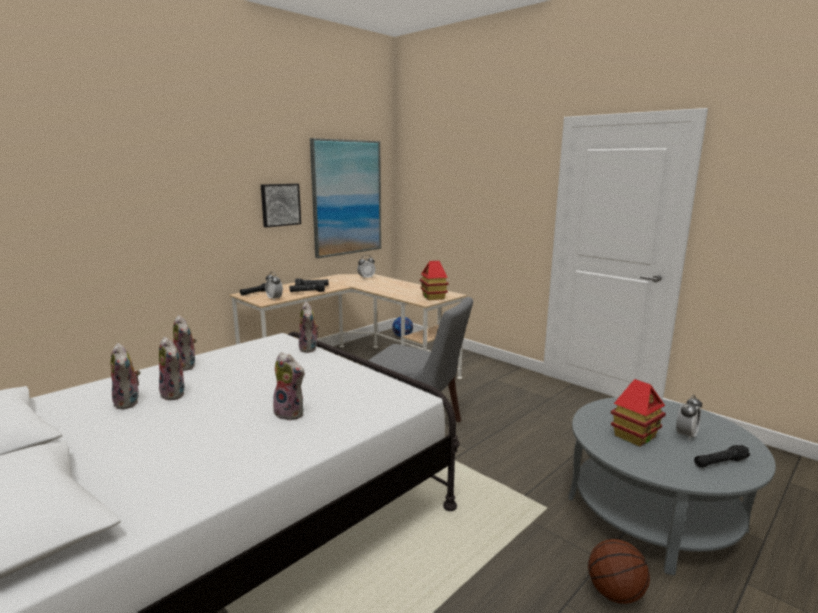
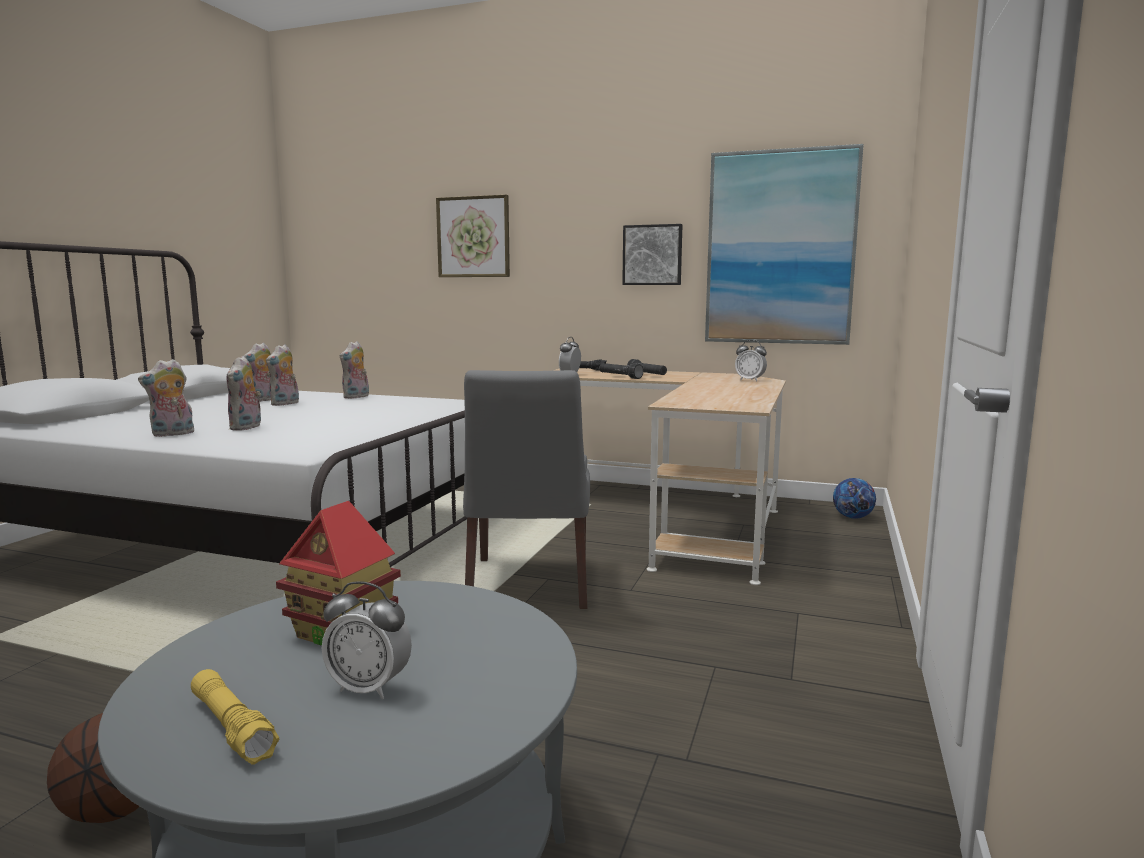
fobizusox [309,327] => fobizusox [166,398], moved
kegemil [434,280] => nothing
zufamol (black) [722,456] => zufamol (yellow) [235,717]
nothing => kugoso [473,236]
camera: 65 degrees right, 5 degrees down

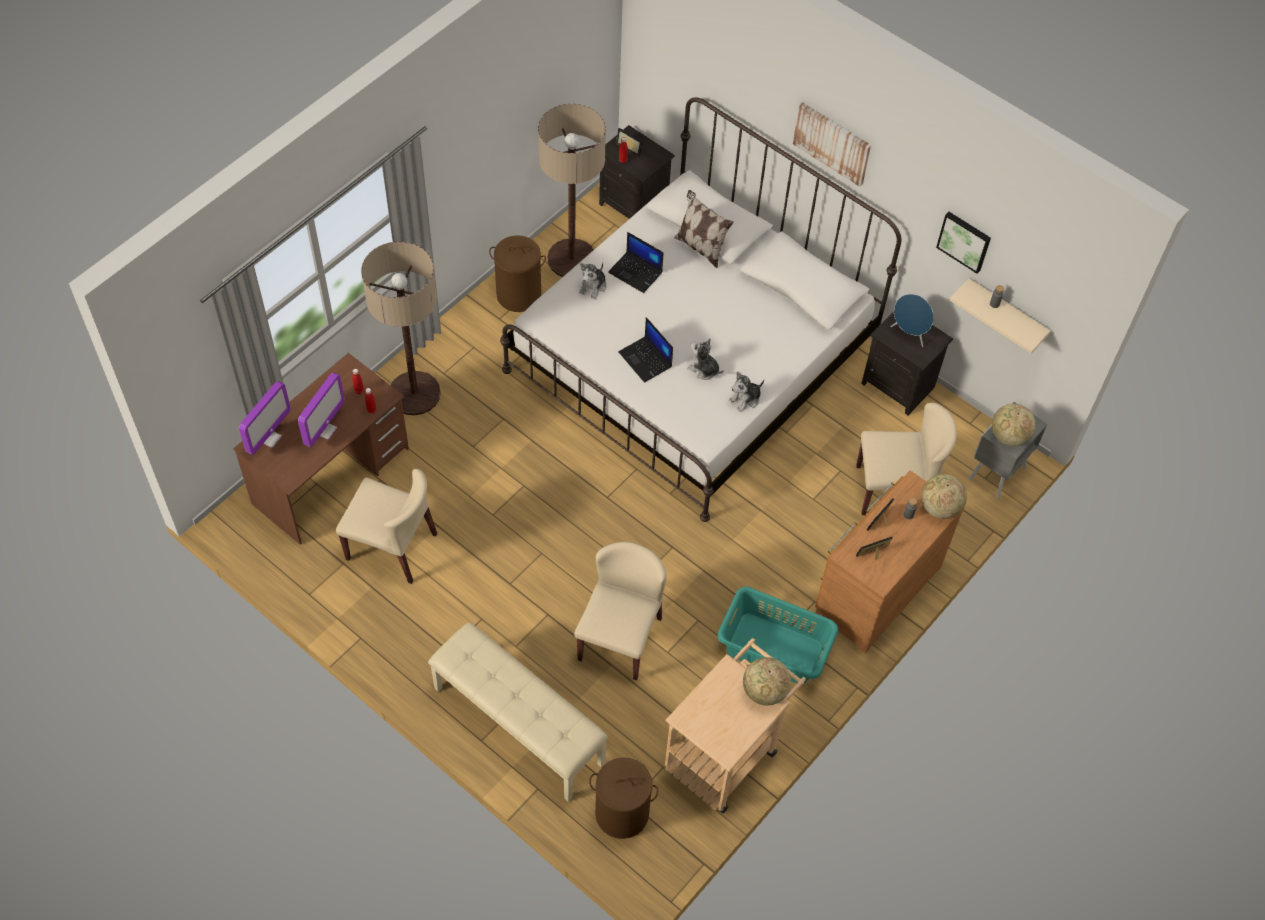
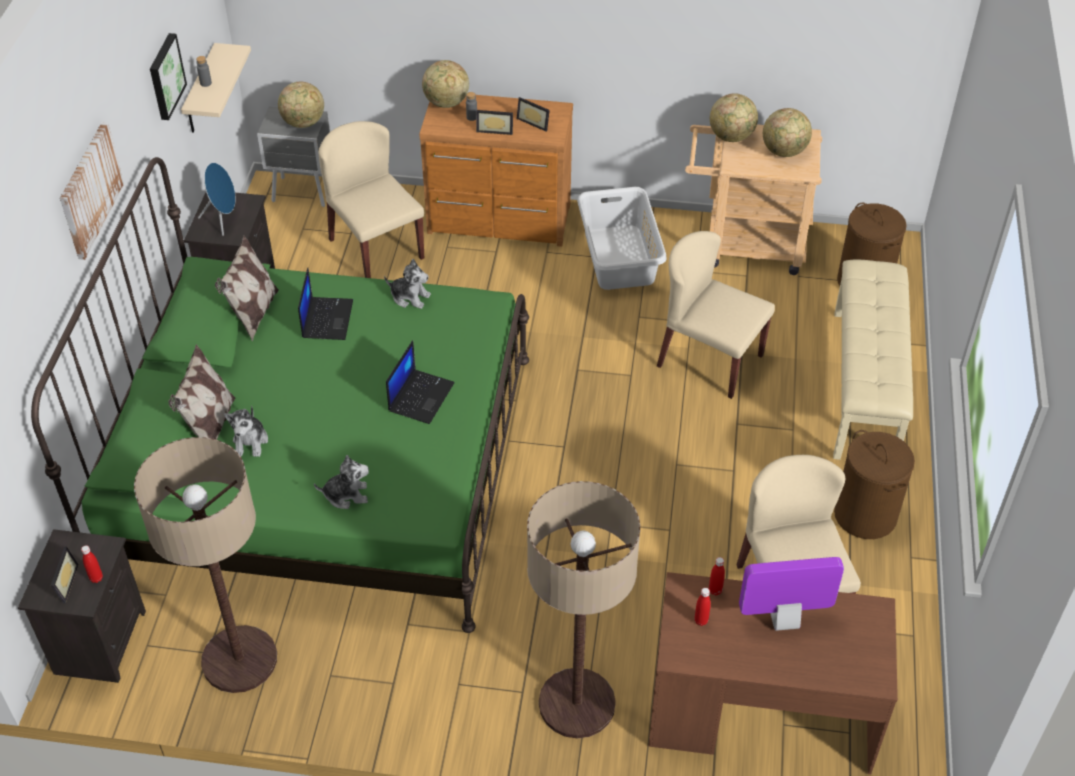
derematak [265,418] => nothing
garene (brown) [517,273] => garene (brown) [874,484], moved
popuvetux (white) [701,309] => popuvetux (green) [280,395]
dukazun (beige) [620,611] => dukazun (beige) [716,315], 45 degrees clockwise
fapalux [635,262] => fapalux [325,304], moved
fobizusox [705,359] => fobizusox [246,431], moved
garene (turquoise) [778,635] => garene (grey) [621,238]
nothing => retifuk [246,288]
nothing => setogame [787,132]
camera: 120 degrees left, 10 degrees down

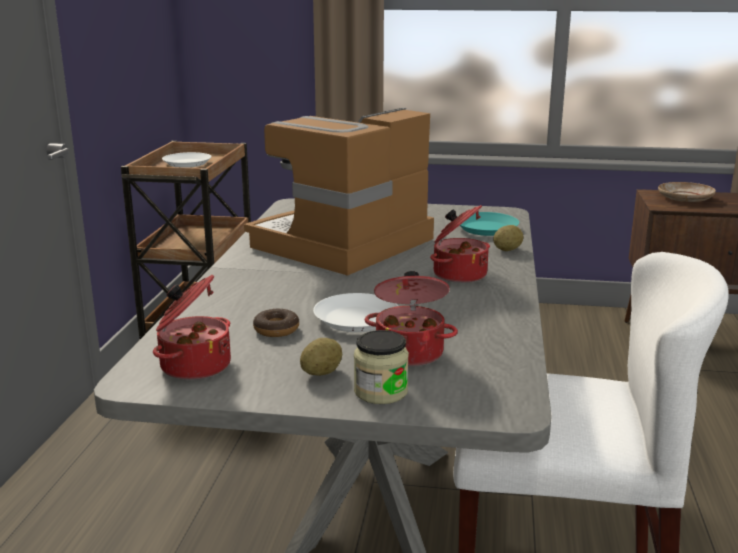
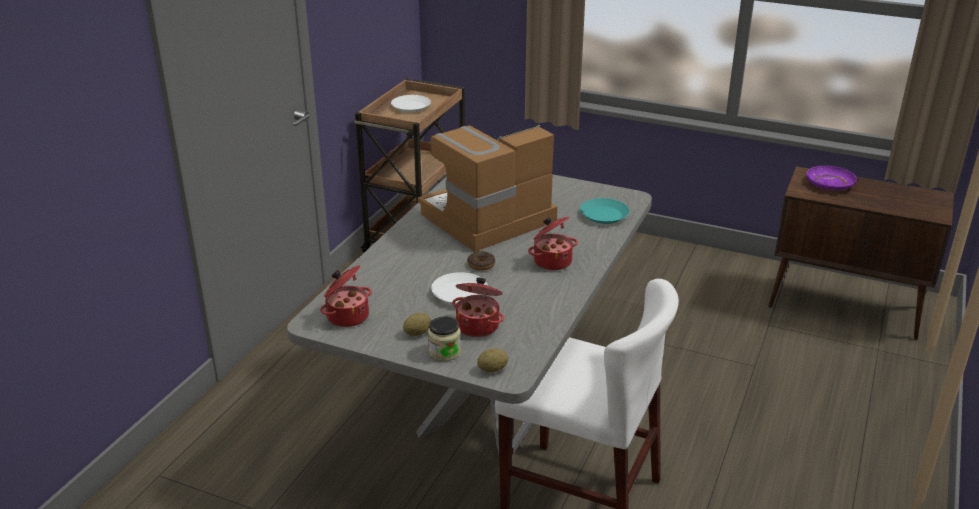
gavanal [276,322] => gavanal [481,261], moved
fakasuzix [508,238] => fakasuzix [492,360], moved
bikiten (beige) [687,192] => bikiten (purple) [831,178]
camera: 15 degrees right, 10 degrees up

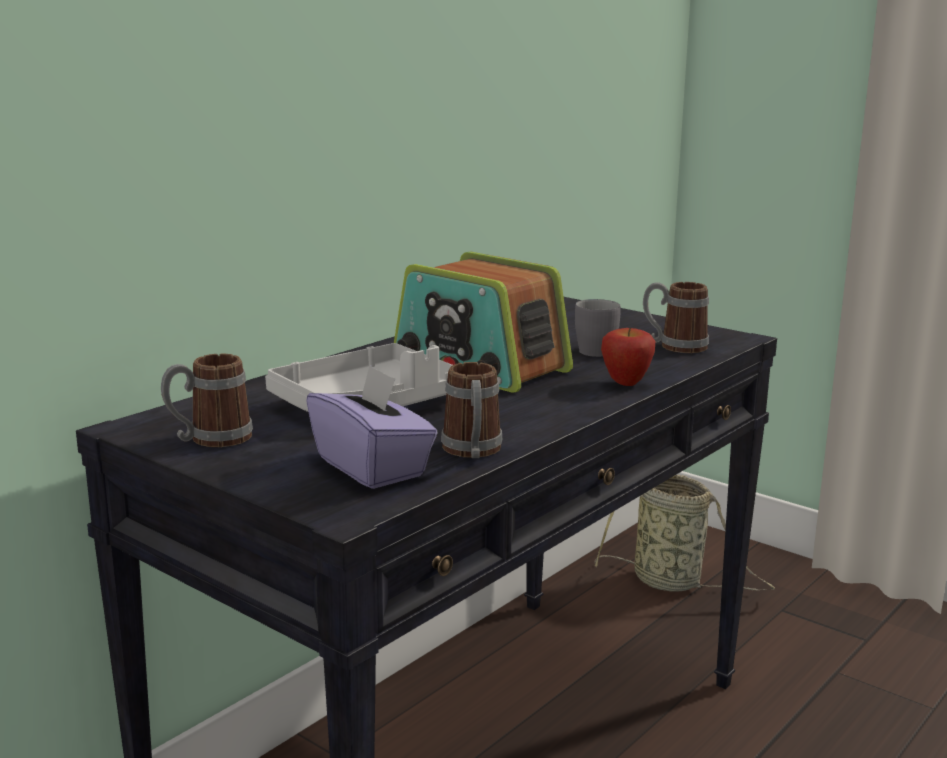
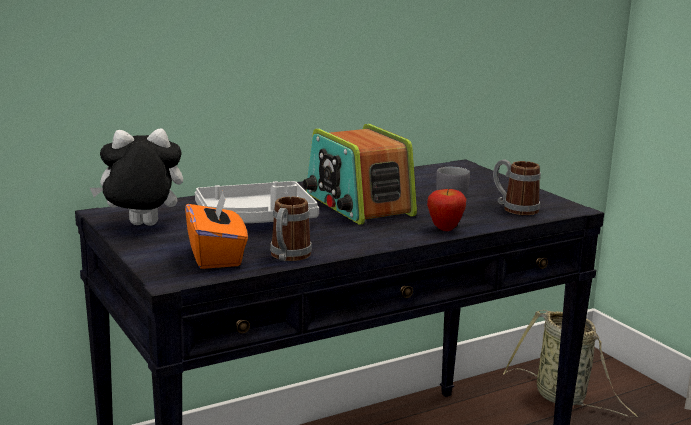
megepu [207,400] => fobizusox [136,177]
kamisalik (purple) [372,427] => kamisalik (orange) [216,230]
camera: 20 degrees right, 0 degrees up

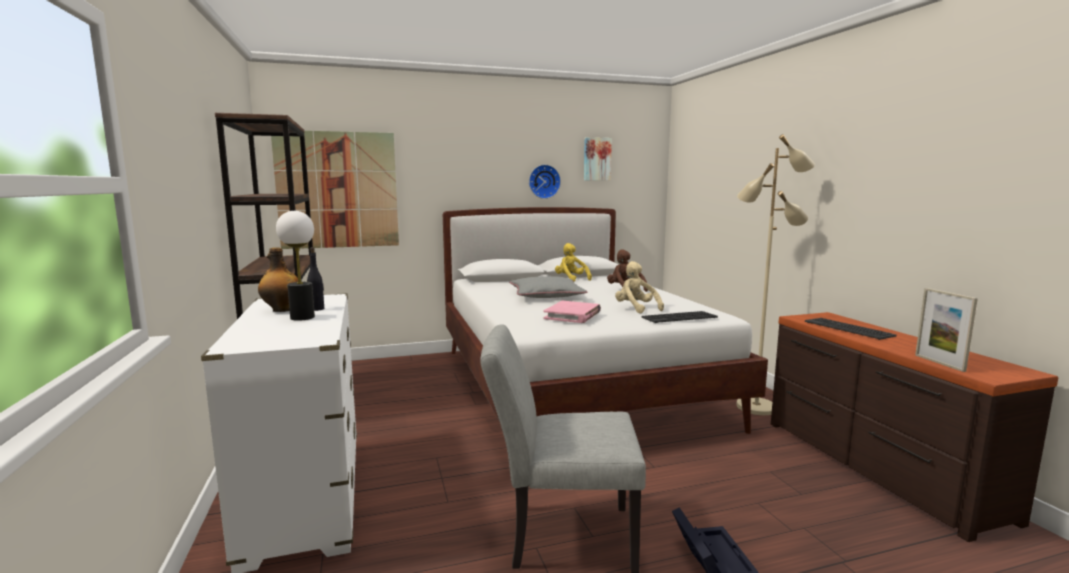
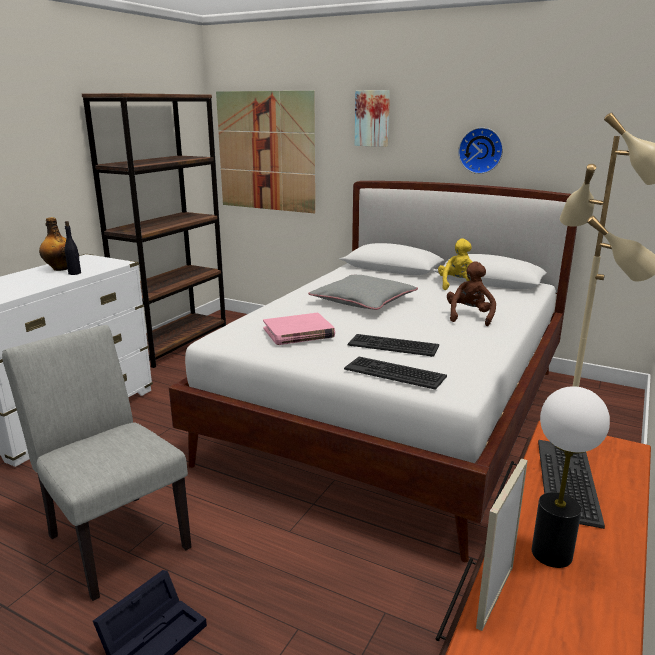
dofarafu [295,266] => dofarafu [571,477], moved
kugoso [598,159] => kugoso [372,118], moved
fobizusox (beige) [639,287] => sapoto [393,345]
camera: 45 degrees right, 10 degrees up

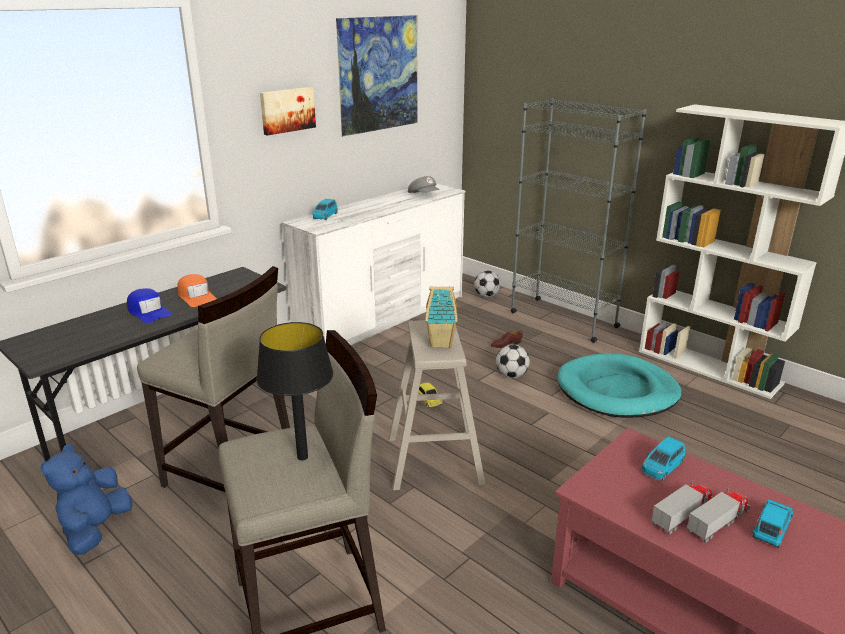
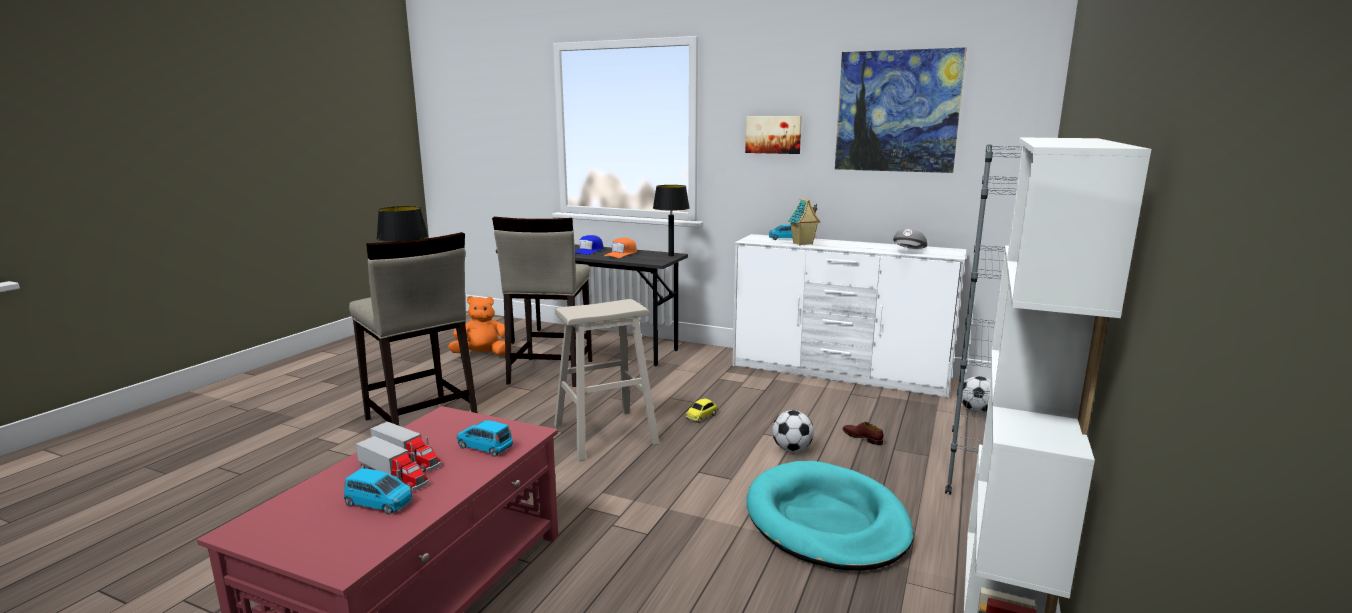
fobizusox (blue) [86,499] => fobizusox (orange) [480,325]
kegemil [441,317] => kegemil [804,221], moved
nothing => dofarafu (black) [671,220]
camera: 70 degrees right, 10 degrees down

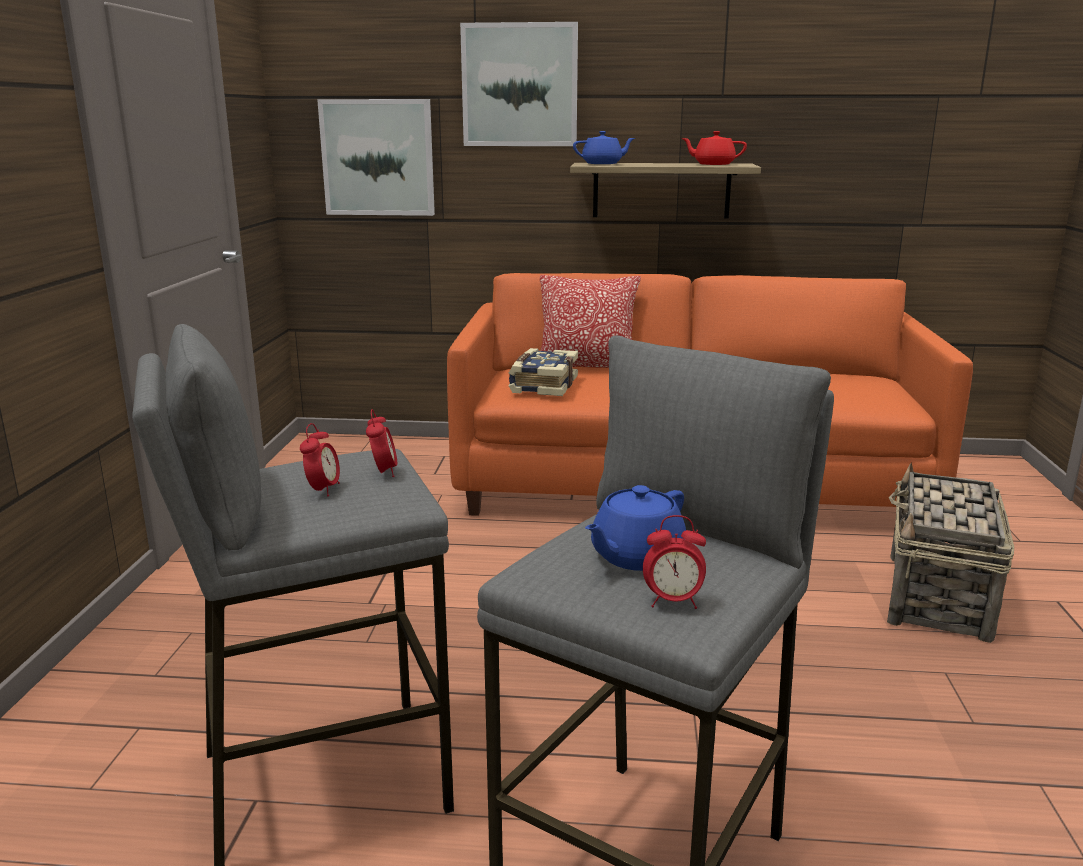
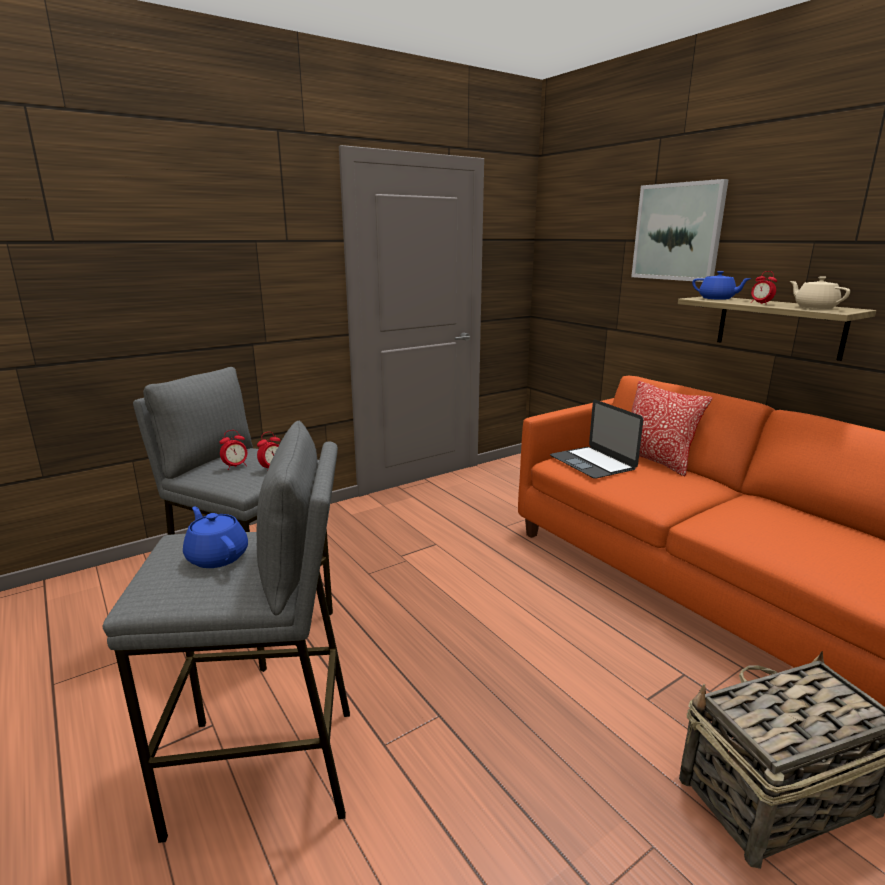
kugoso [376,157] => nothing
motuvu [543,372] => fapalux [596,439]
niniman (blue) [635,528] => niniman (blue) [215,537], 45 degrees clockwise
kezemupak [674,562] => kezemupak [764,287], moved
niniman (red) [714,148] => niniman (beige) [820,292]
camera: 50 degrees right, 0 degrees up

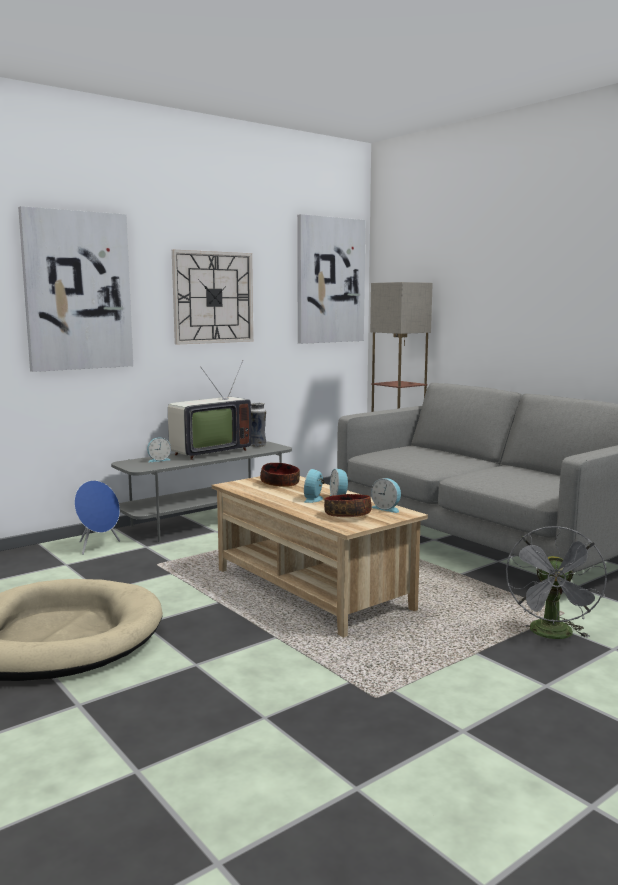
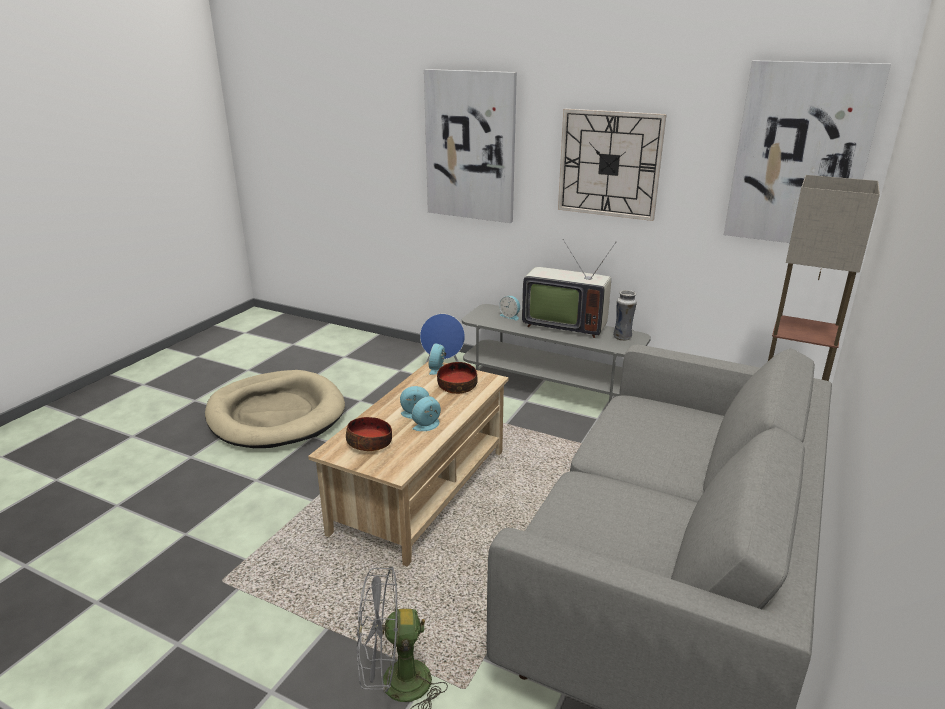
kezemupak [386,495] => kezemupak [437,359], moved
camera: 65 degrees right, 15 degrees up

